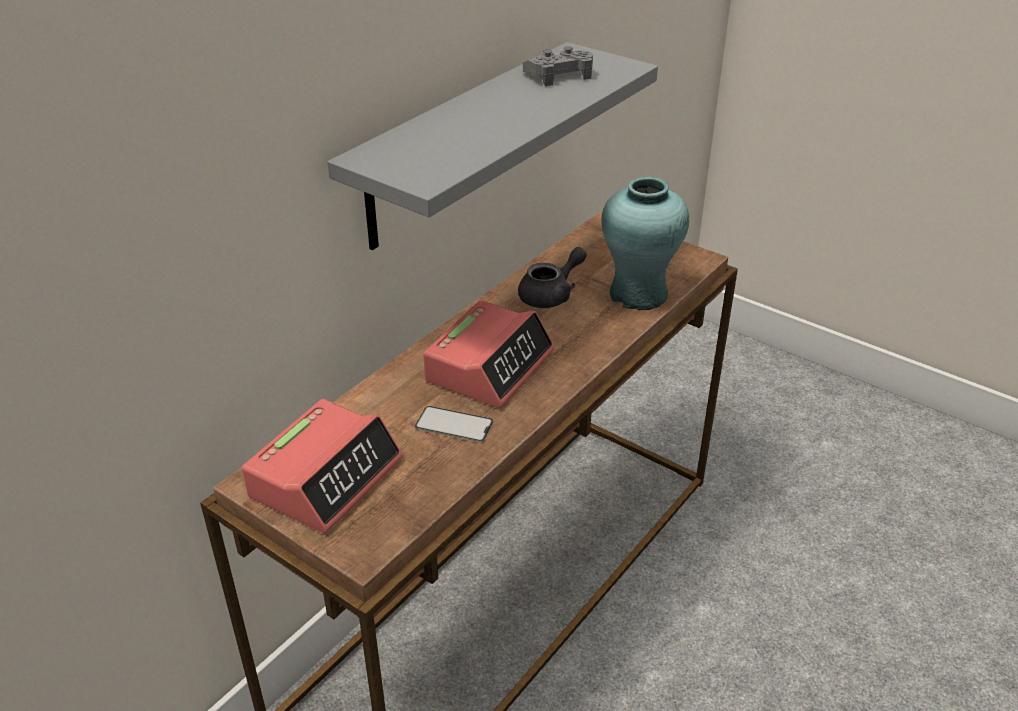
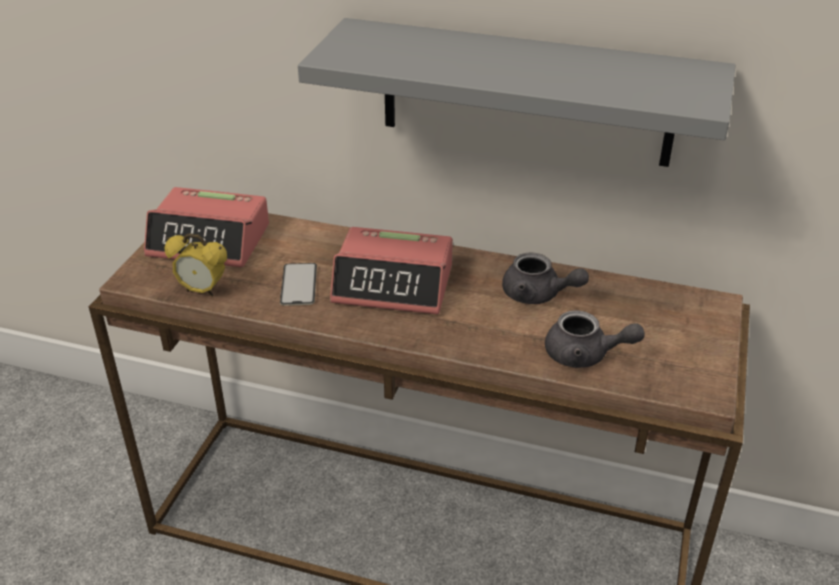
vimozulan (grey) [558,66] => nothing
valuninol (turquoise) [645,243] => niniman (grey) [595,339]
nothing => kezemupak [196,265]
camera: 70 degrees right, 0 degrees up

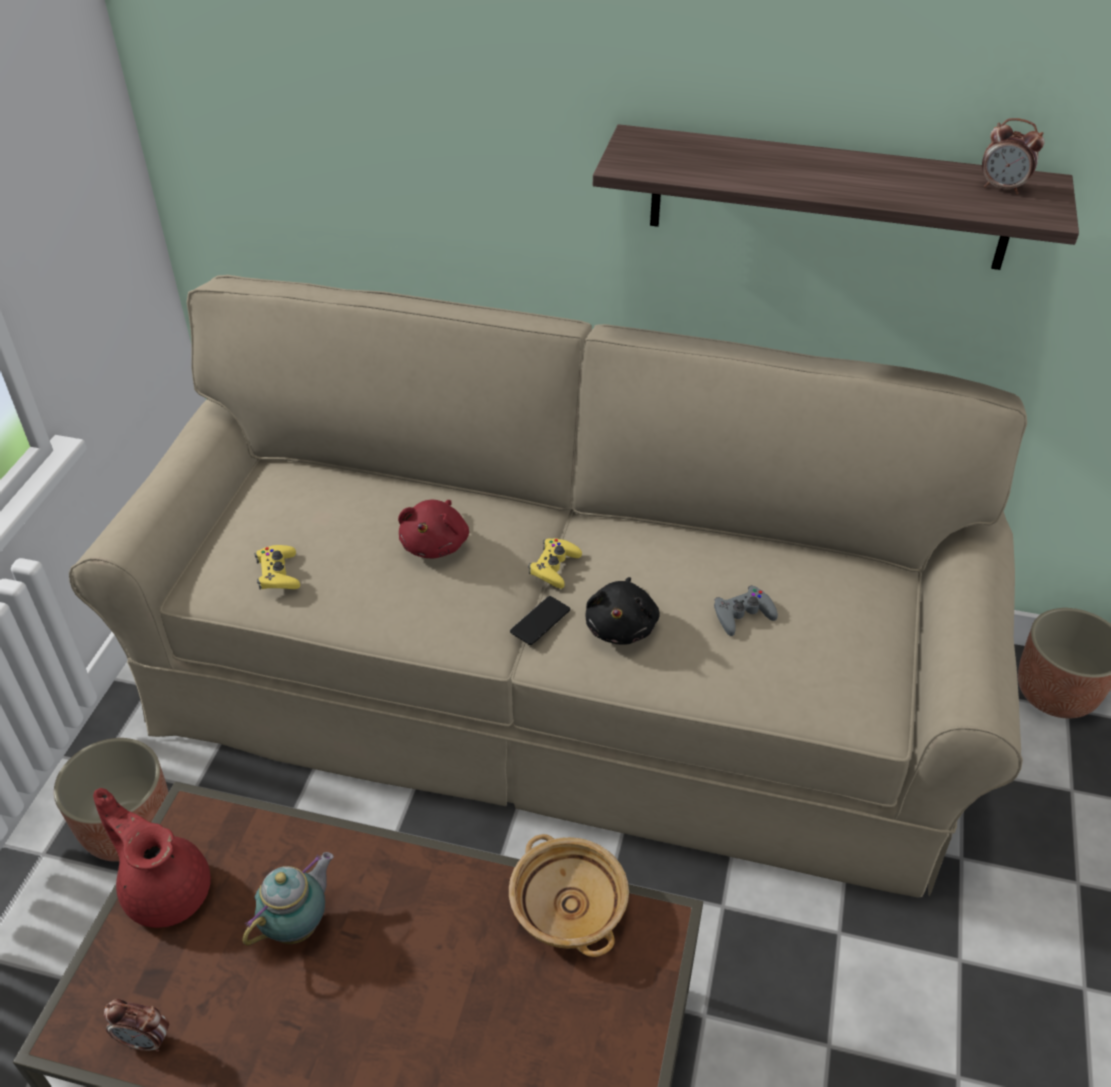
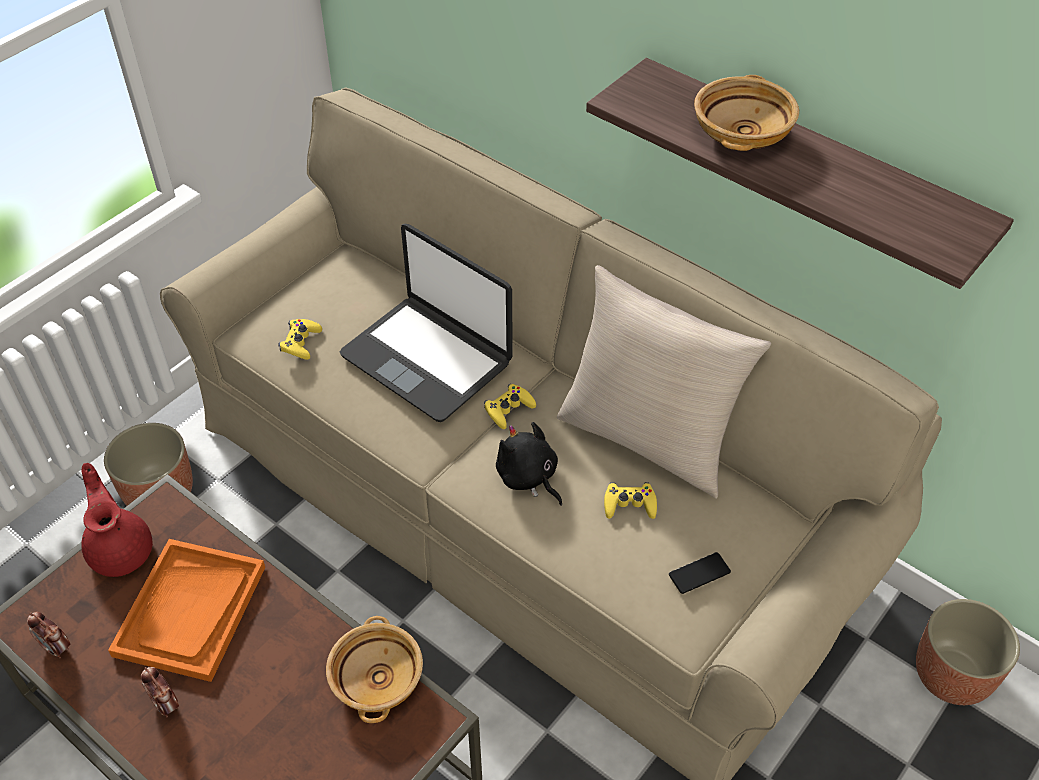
niniman [288,898] => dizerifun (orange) [186,610]
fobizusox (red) [433,529] => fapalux [426,323]
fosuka [540,620] => fosuka [700,573], moved
fobizusox (black) [622,611] => fobizusox (black) [529,464], 105 degrees clockwise
vimozulan (grey) [746,610] => vimozulan (yellow) [630,500]
kezemupak [1013,156] => kezemupak [160,692], moved
nothing => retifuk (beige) [664,382]
nothing => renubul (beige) [746,113]
camera: 25 degrees right, 5 degrees up

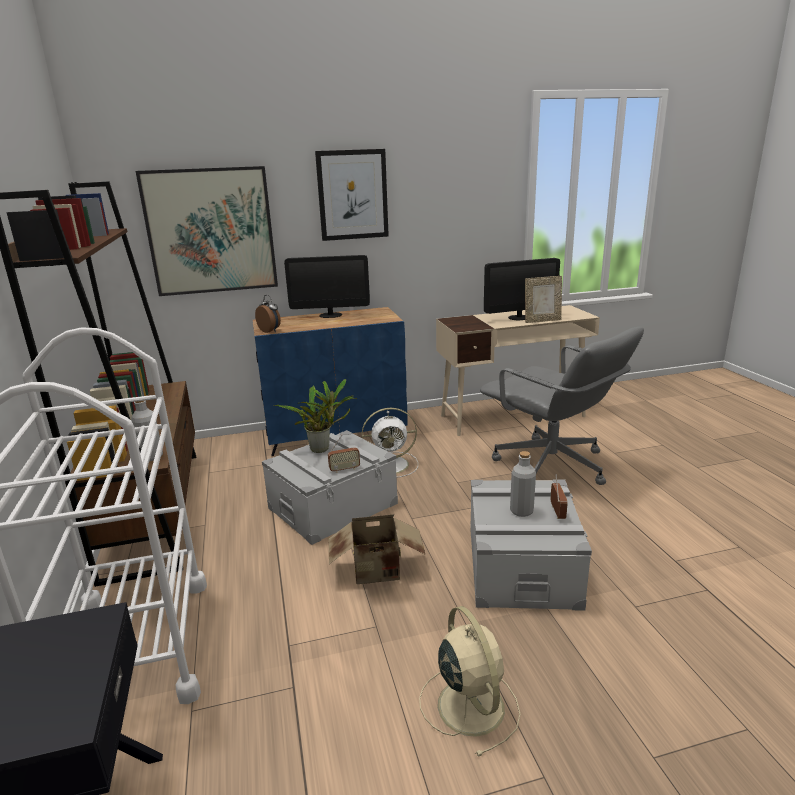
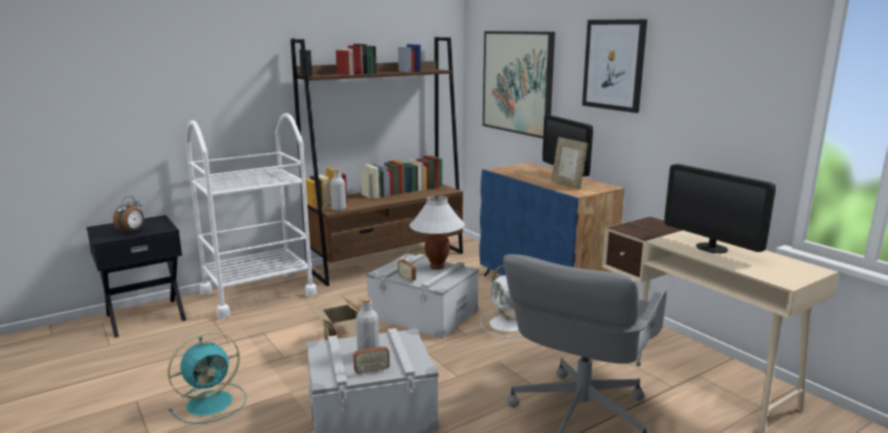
kezemupak [268,314] => kezemupak [128,215], moved
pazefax [315,416] => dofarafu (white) [437,232]
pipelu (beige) [469,681] => pipelu (turquoise) [207,377]
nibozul [543,299] => nibozul [569,163], moved
camera: 70 degrees right, 5 degrees down

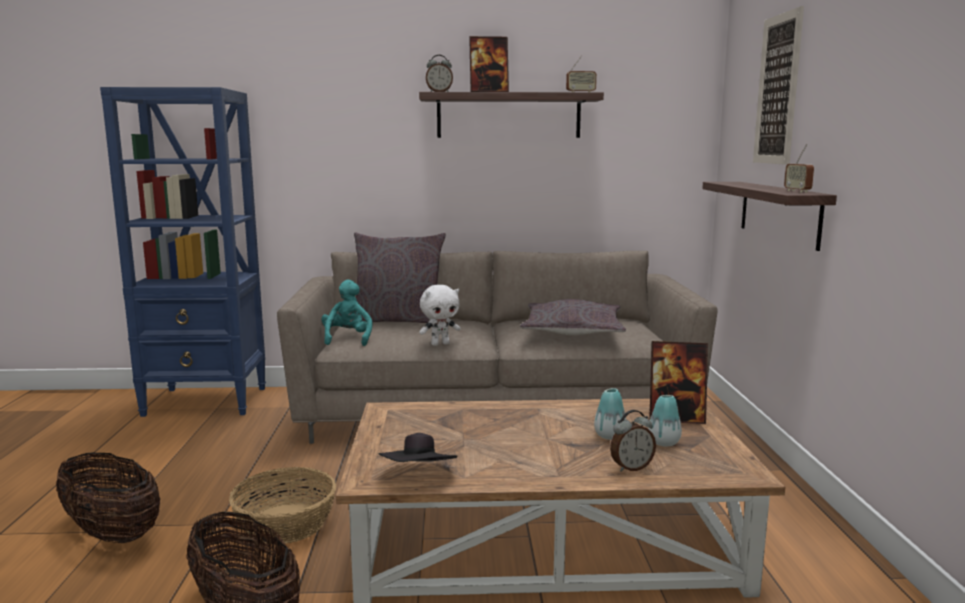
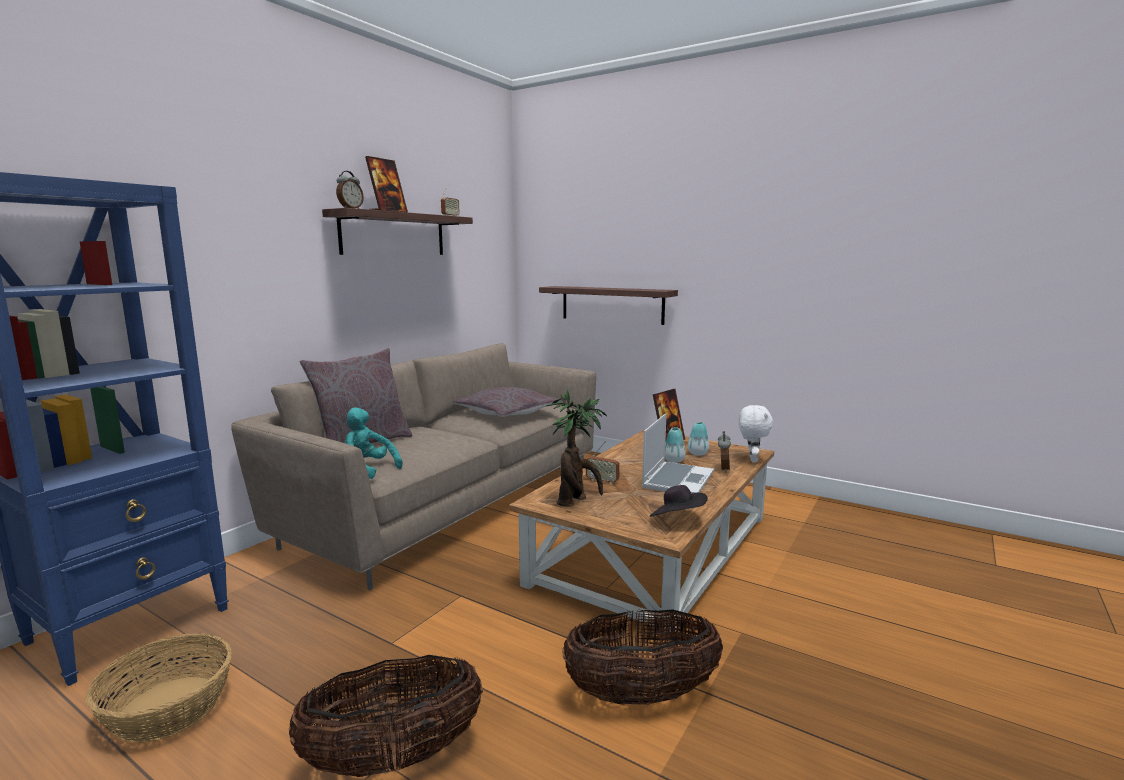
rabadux [282,505] => rabadux [159,688], moved
fobizusox (white) [440,315] => fobizusox (white) [756,434], moved
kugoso [778,85] => nothing
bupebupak [799,168] => bupebupak [603,463], moved
nothing => pazefax [577,447]
nothing => fapalux [678,453]
camera: 55 degrees left, 0 degrees up

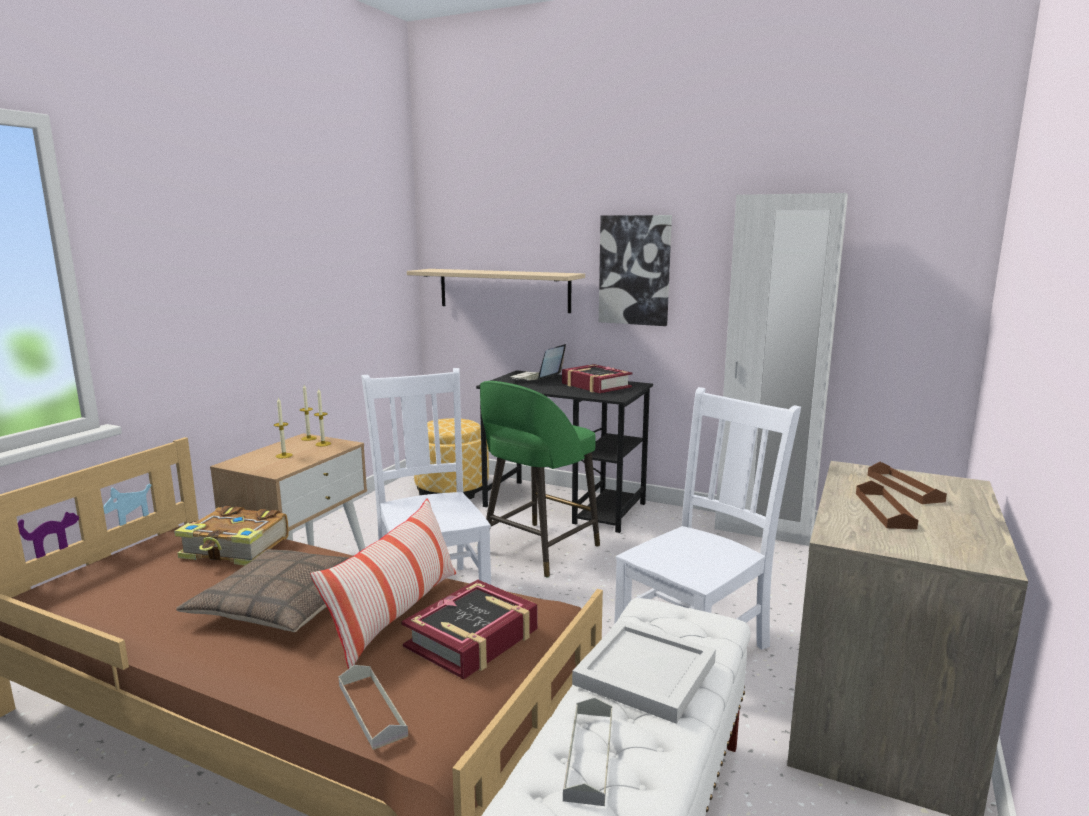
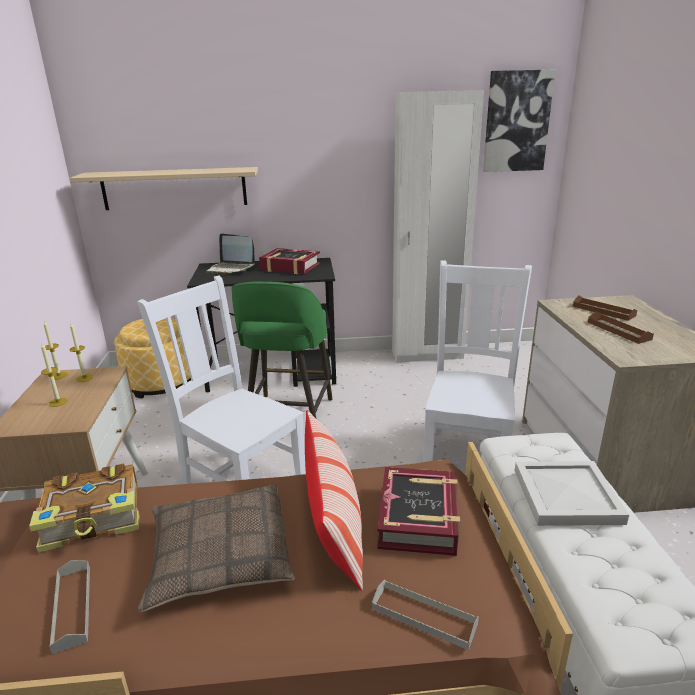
fapalux [538,362] => fapalux [230,253], 60 degrees counterclockwise
dizerifun (grey) [587,751] => dizerifun (grey) [69,607], moved
kugoso [635,270] => kugoso [519,121], moved
camera: 30 degrees left, 10 degrees up

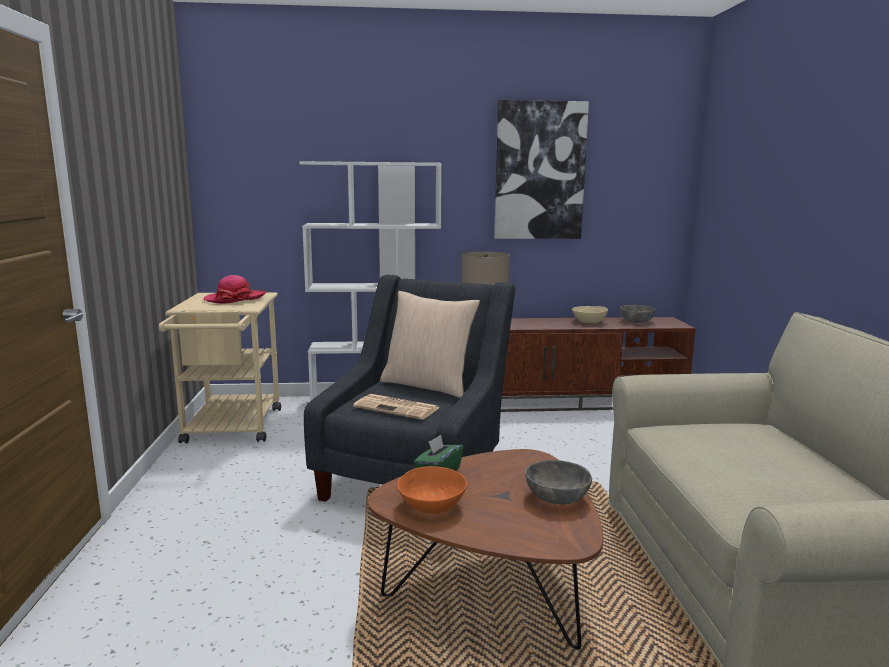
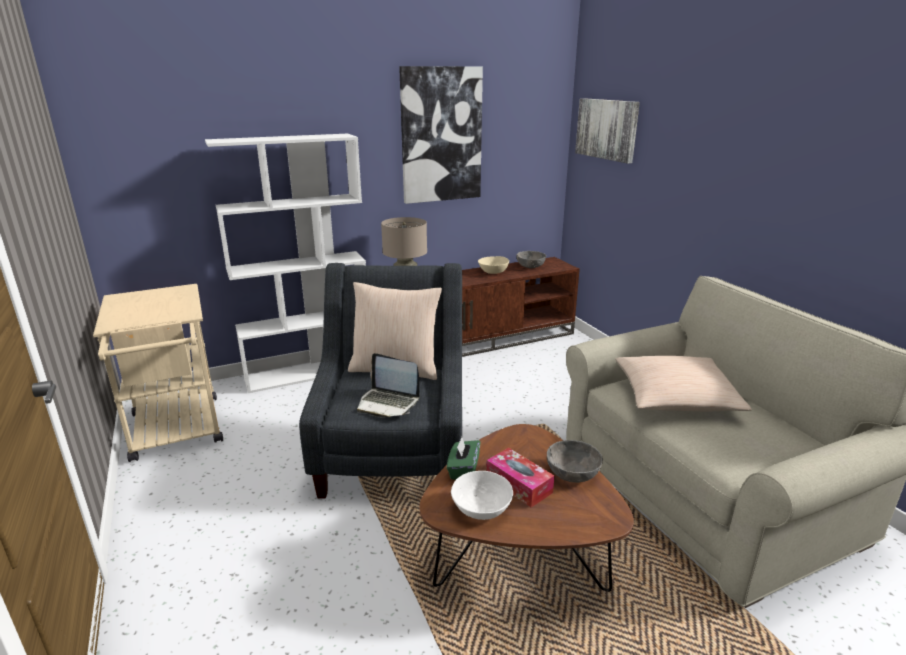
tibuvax [235,289] => nothing
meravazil [396,407] => fapalux [388,385]
renubul (orange) [432,490] => renubul (white) [482,495]
nothing => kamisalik [520,478]
nothing => kugoso [607,131]
nothing => retifuk (beige) [683,383]
camera: 20 degrees left, 10 degrees up

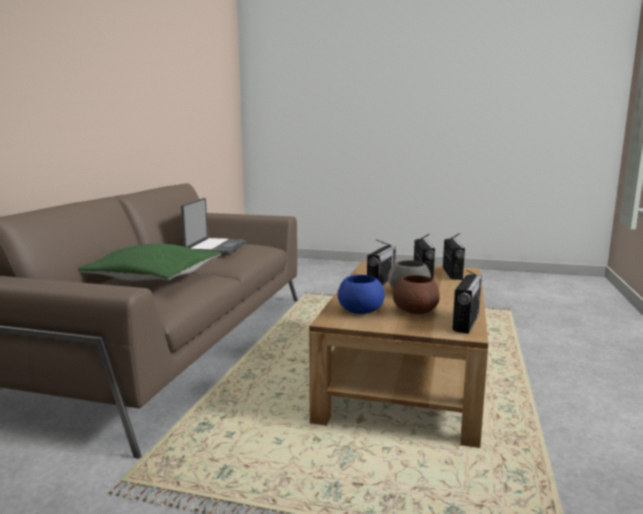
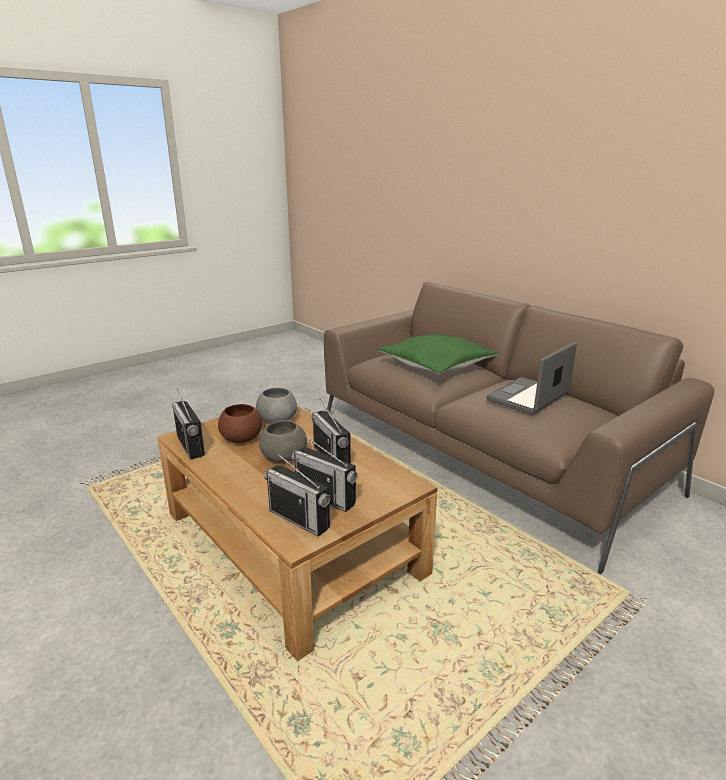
fapalux [214,226] => fapalux [531,378], 90 degrees clockwise
renubul (blue) [361,294] => renubul (grey) [276,405]
camera: 125 degrees right, 10 degrees up

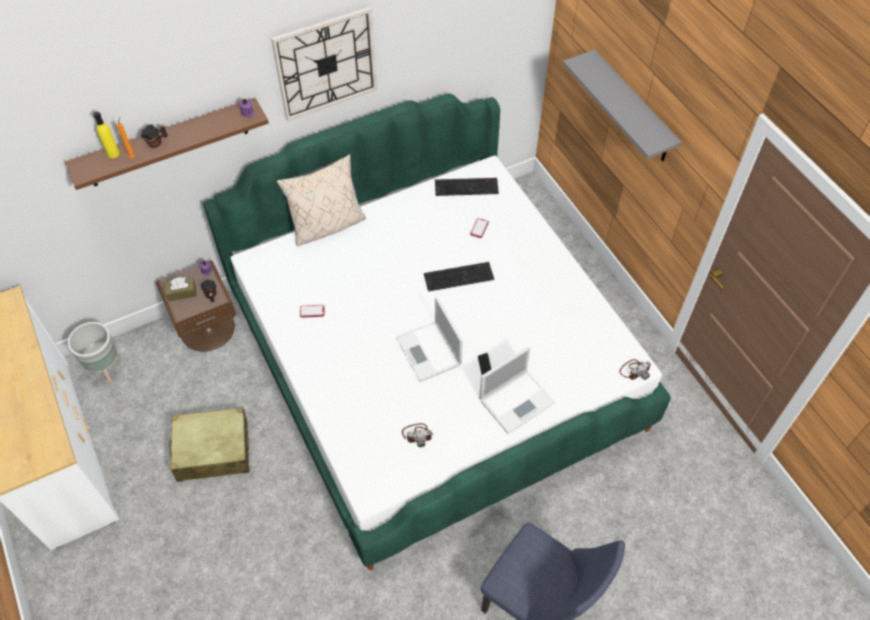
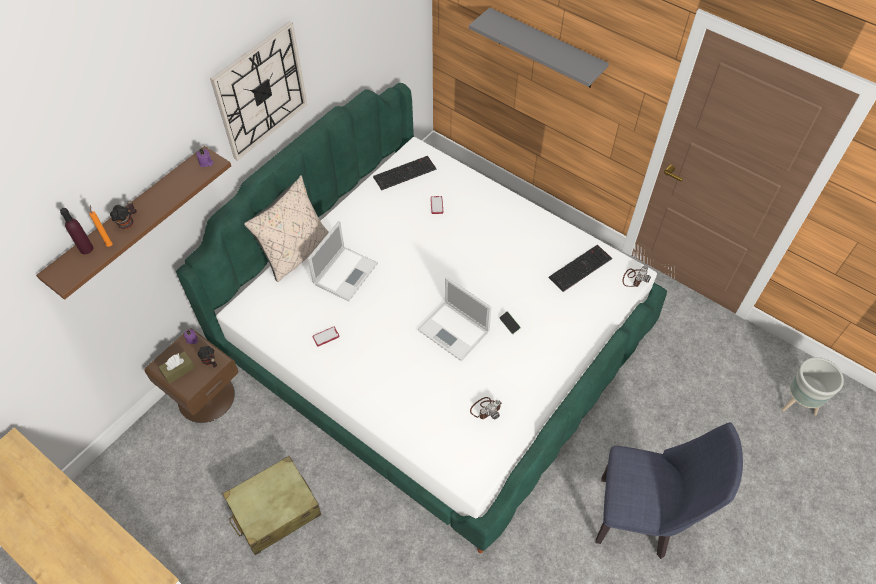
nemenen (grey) [95,354] => nemenen (grey) [813,386], moved
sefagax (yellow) [107,135] => sefagax (purple) [76,231]
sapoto [459,277] => sapoto [580,268], moved
fapalux [517,390] => fapalux [342,261], moved
camera: 25 degrees left, 0 degrees up

